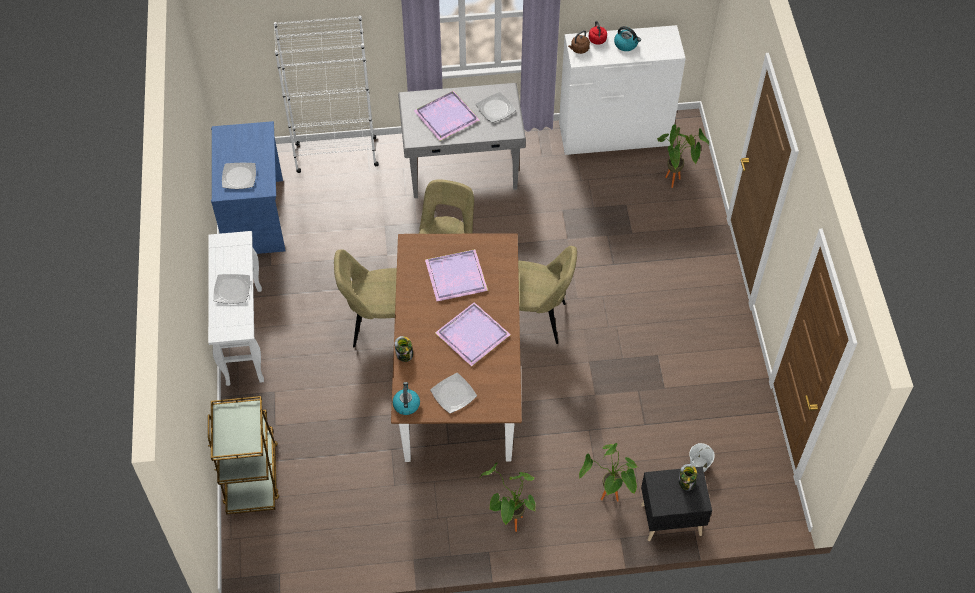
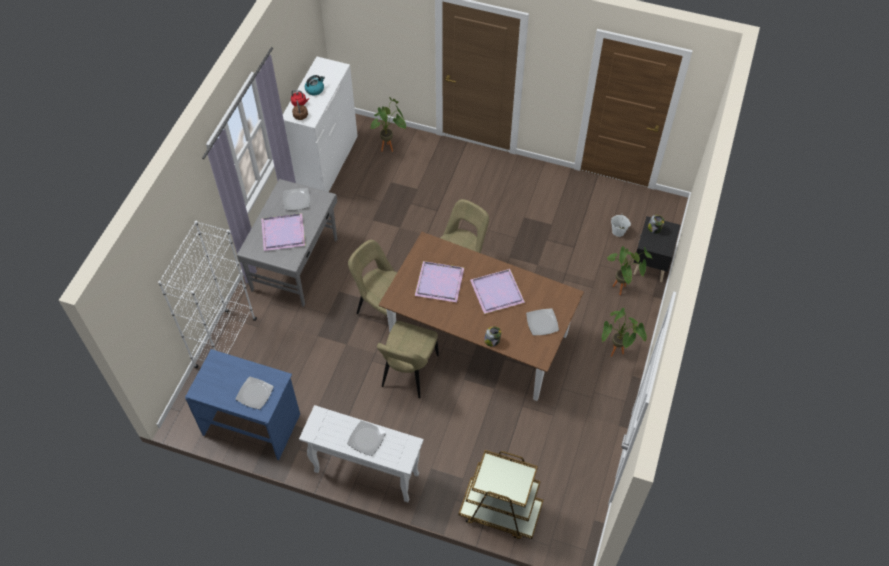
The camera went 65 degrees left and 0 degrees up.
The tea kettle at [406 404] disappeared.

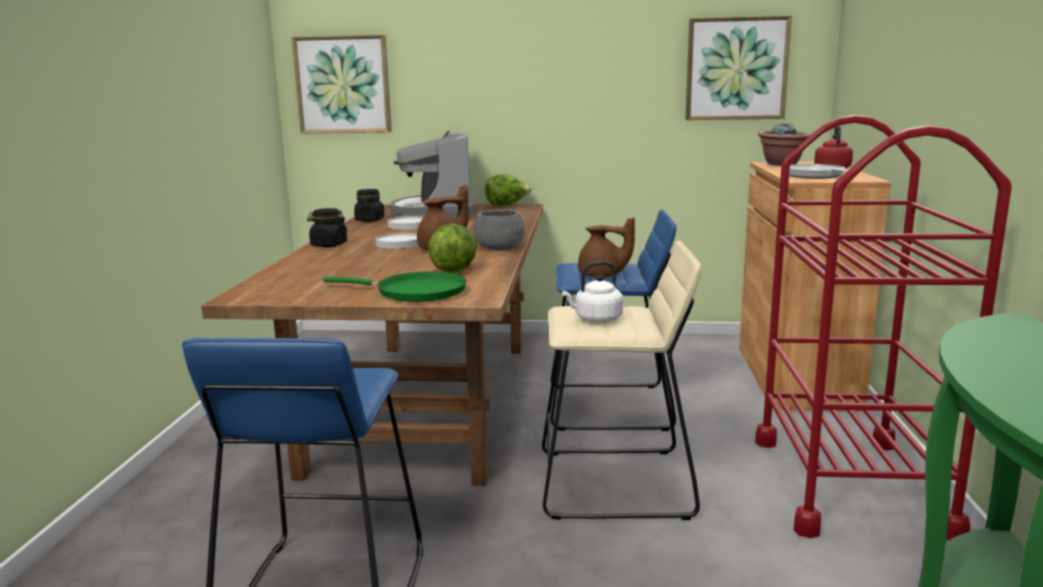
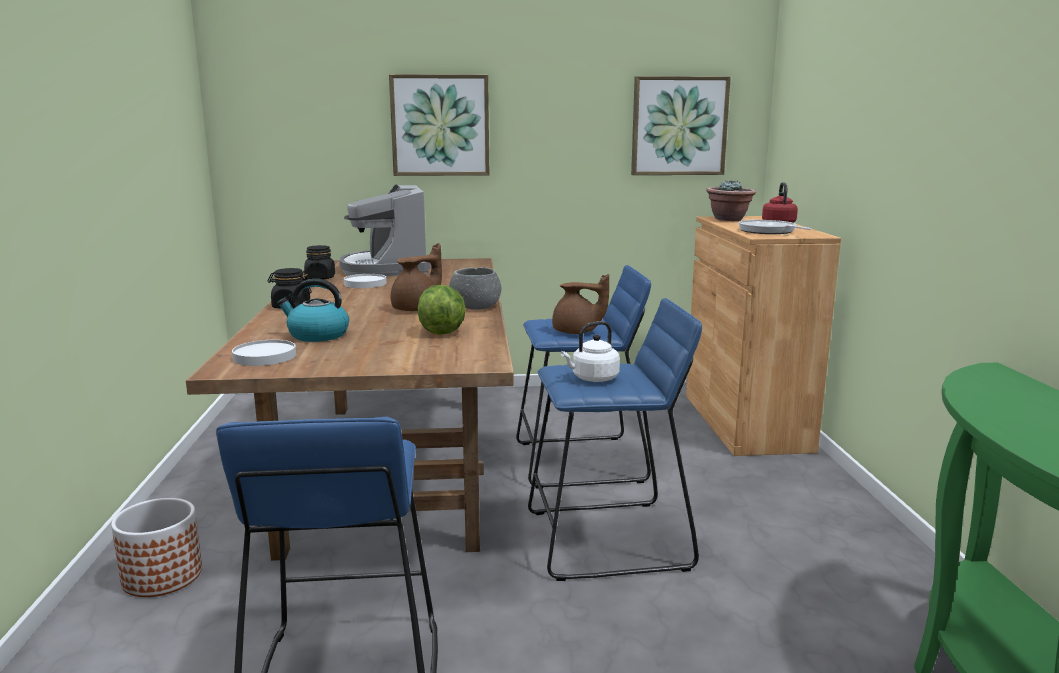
The camera went 10 degrees left and 0 degrees up.
The greenish skillet at [415 292] disappeared.
The lettuce at [507 205] disappeared.
The reddish cart at [849 484] disappeared.
The flower pot at [162 576] appeared.
The tea kettle at [317 335] appeared.
The wall picture moved from [343 85] to [440 125].
The white-coloured plate moved from [398 244] to [264 356].
The beige sitting stool at [615 484] became the blue-coloured sitting stool at [608 540].

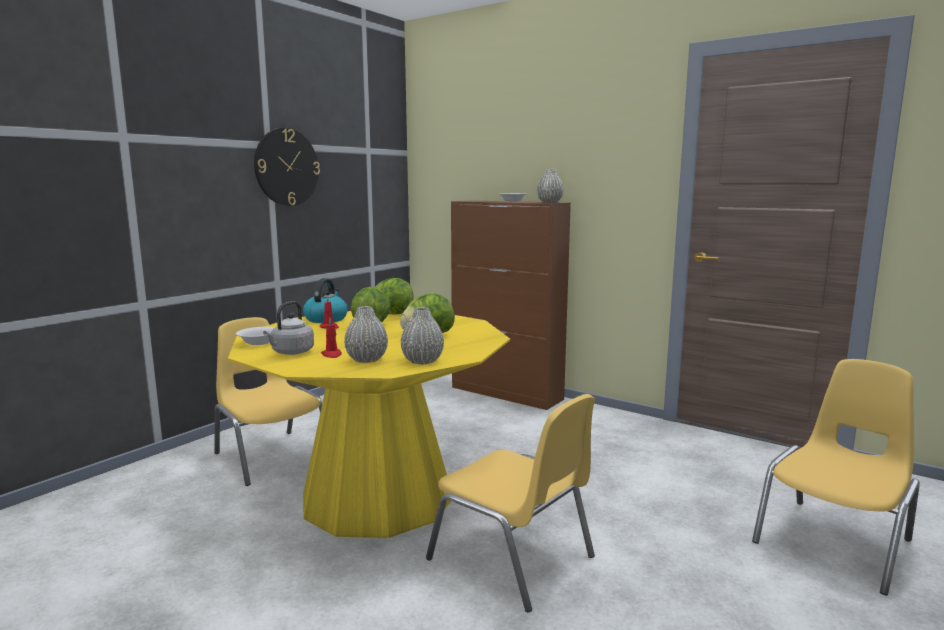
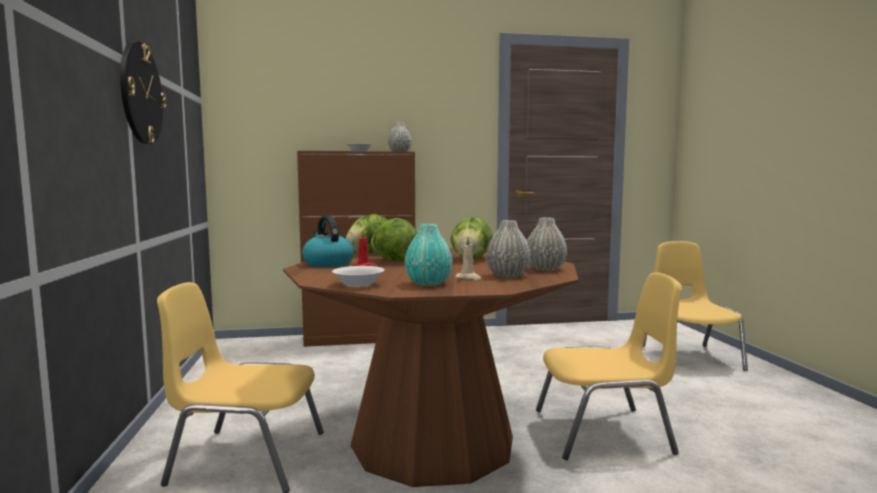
The camera went 45 degrees left and 5 degrees down.
The grey tea kettle at [291 352] was replaced by the turquoise vase at [428 283].
The yellowish kitchen table at [378 496] became the brown-coloured kitchen table at [433 441].
The reddish candle at [332 355] became the beige candle at [468 278].

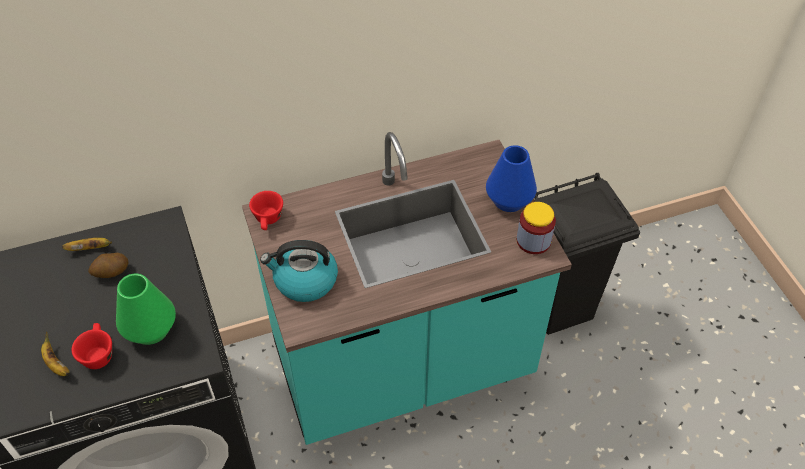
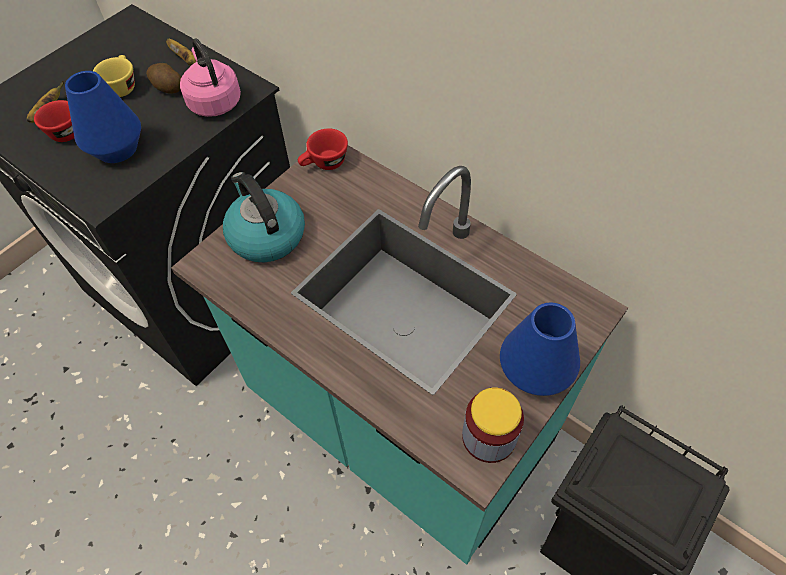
The camera went 60 degrees right and 5 degrees up.
The yellowish cup at [122 86] appeared.
The pink-coloured tea kettle at [214 101] appeared.
The greenish vase at [150 329] became the blue-coloured vase at [117 148].

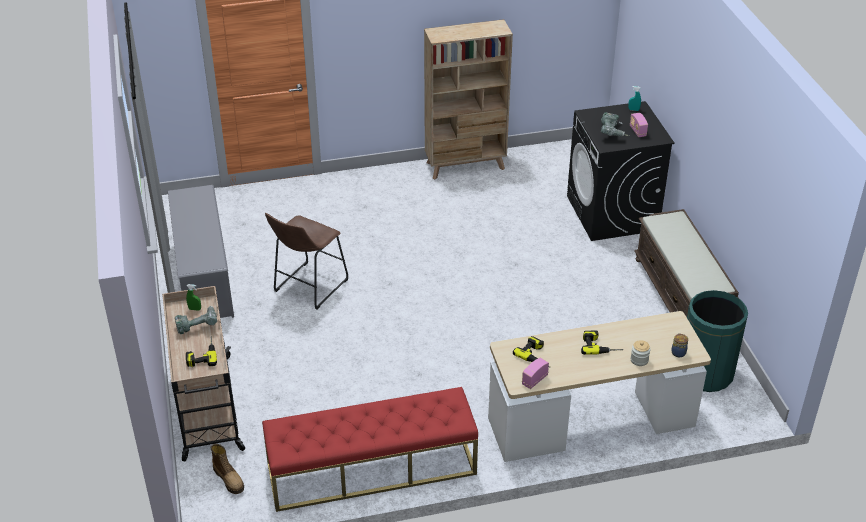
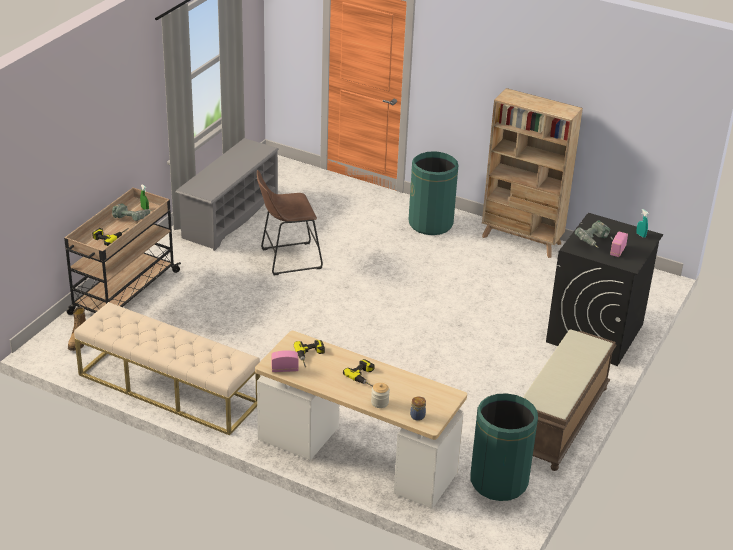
The camera went 40 degrees right and 5 degrees down.
The greenish rubbish bin at [430 223] appeared.
The reddish long seat at [371 469] became the beige long seat at [168 388].

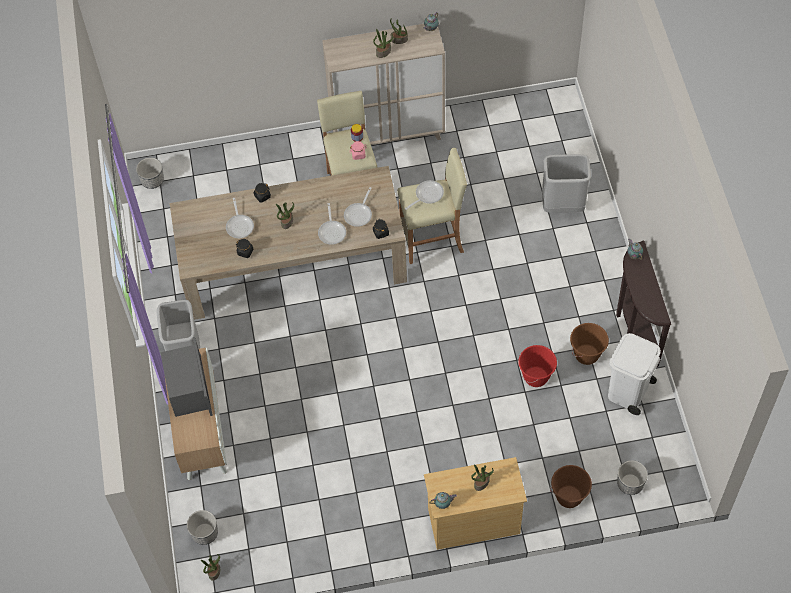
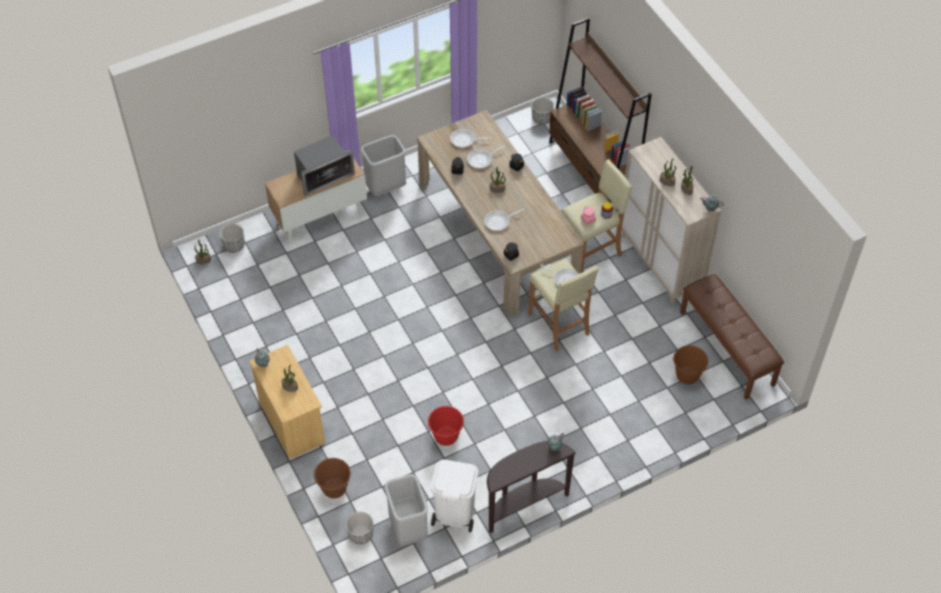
The camera went 70 degrees right and 5 degrees down.
The brown-coloured bookcase at [592 173] appeared.
The brown-coloured long seat at [727 348] appeared.
The skillet moved from [359 214] to [465 140].
The grey rubbish bin moved from [563 205] to [409 529].
The brown-coloured bucket moved from [587 354] to [687 375].

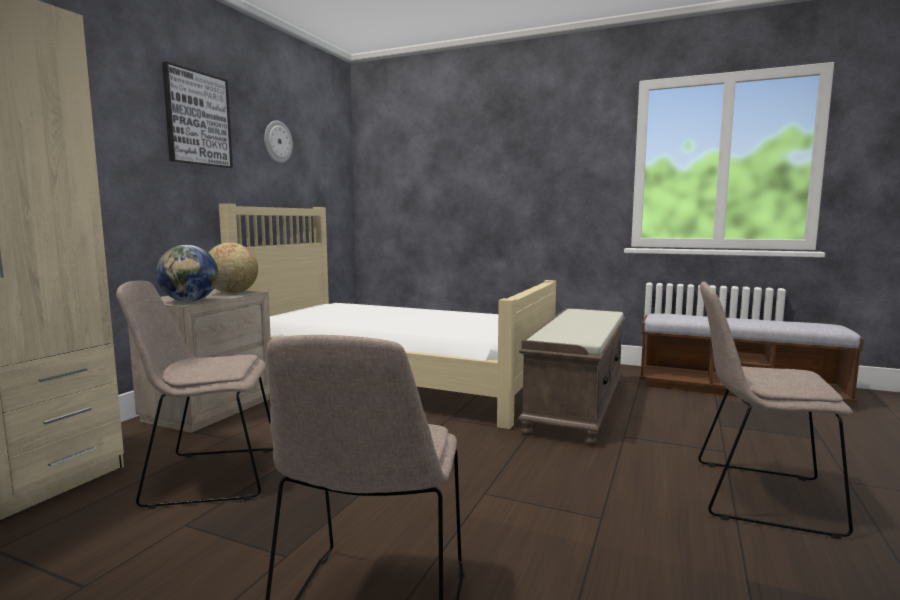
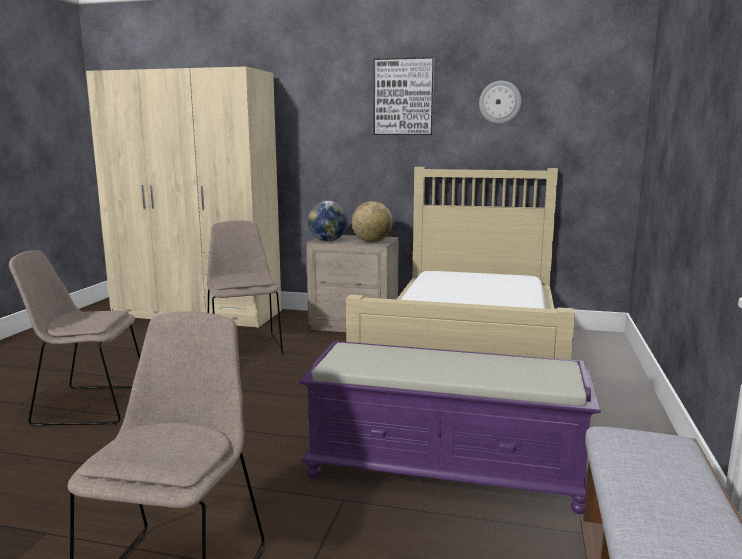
The camera went 80 degrees right and 5 degrees up.
The brown-coloured long seat at [576 404] became the purple-coloured long seat at [446 471].

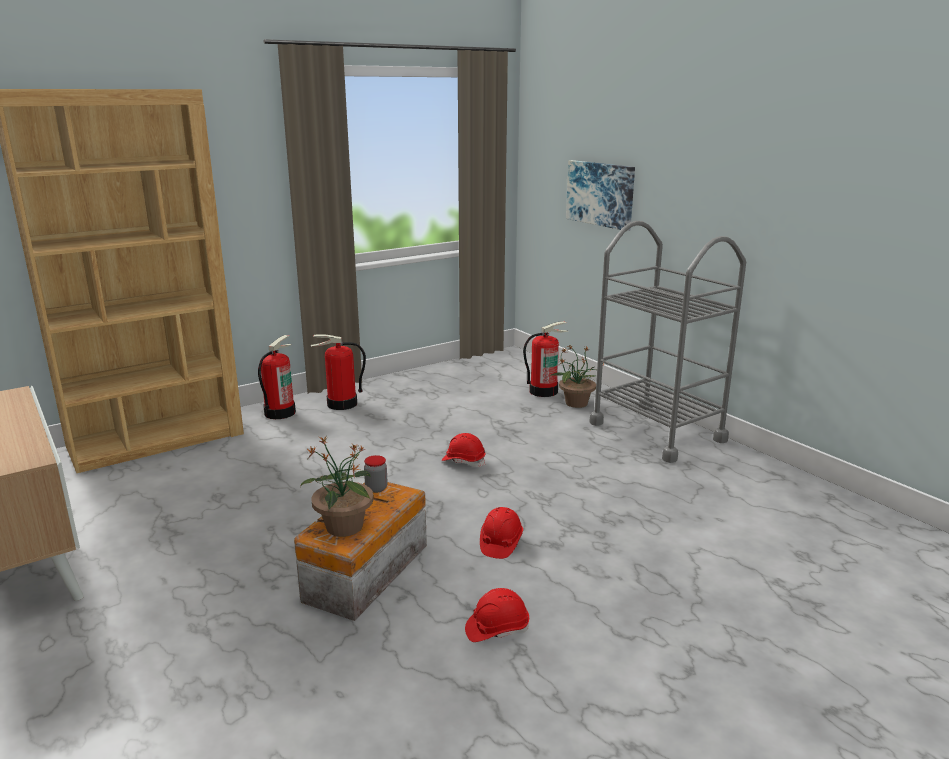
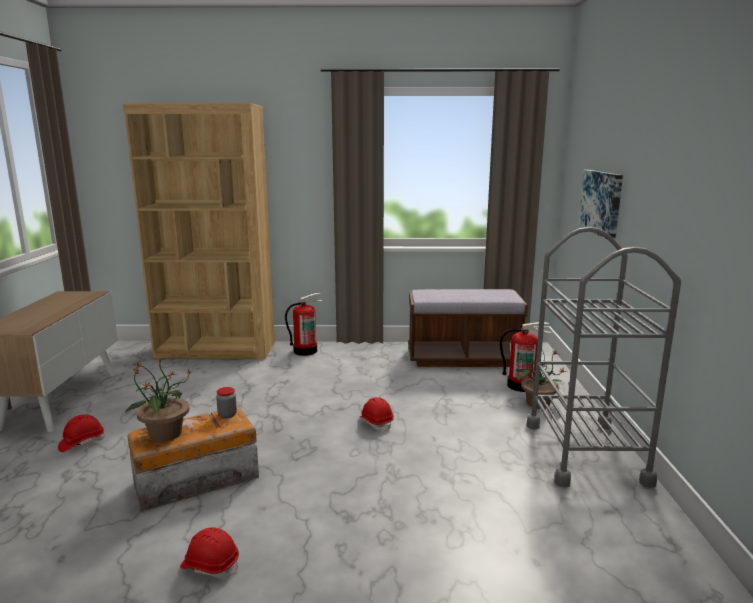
The camera went 35 degrees right and 5 degrees down.
The extinguisher at [342 404] disappeared.
The brown-coloured long seat at [463 358] appeared.
The reddish hard hat moved from [500 543] to [81 443].

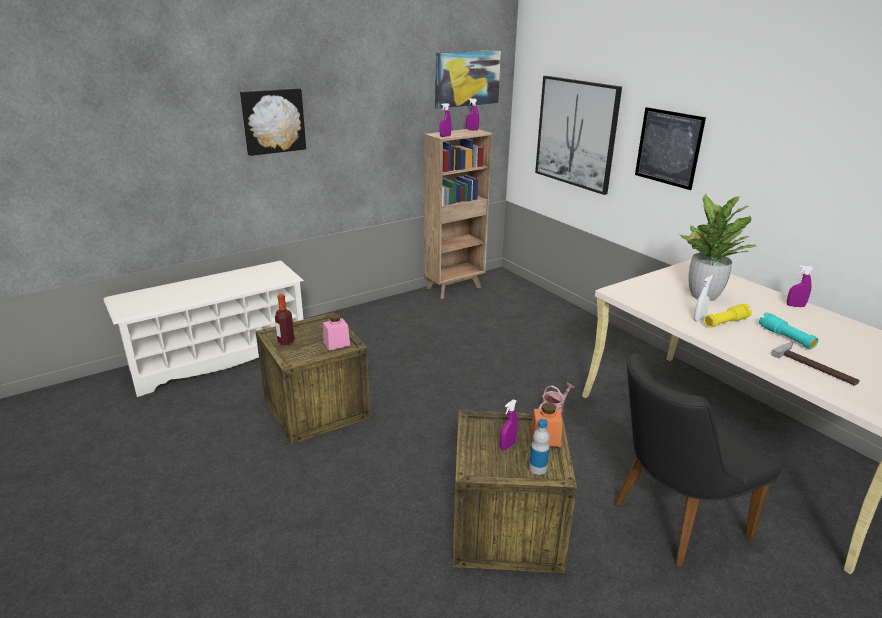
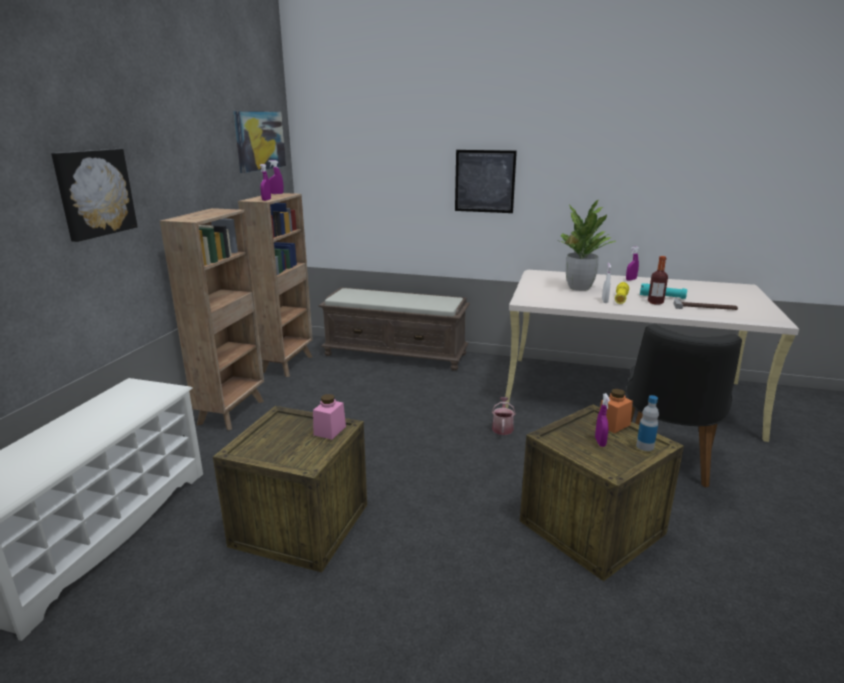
The camera went 40 degrees left and 5 degrees down.
The wall picture at [576 133] disappeared.
The brown-coloured bookcase at [232 411] appeared.
The brown-coloured long seat at [396 354] appeared.
The bottle moved from [286 342] to [655 302].

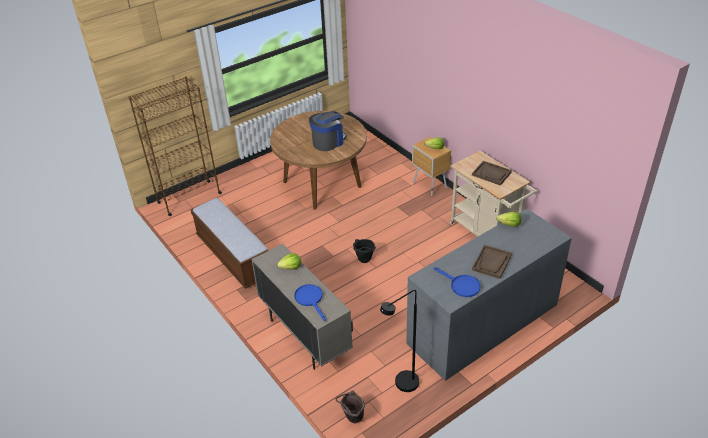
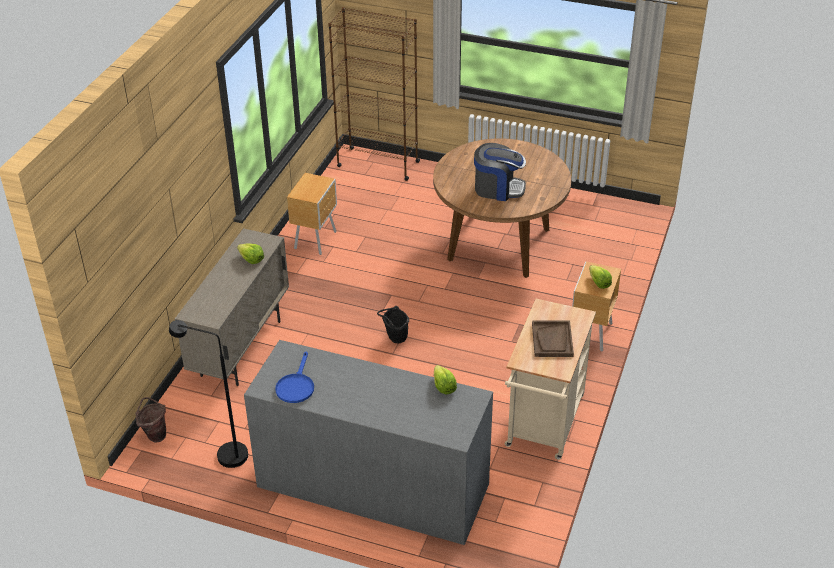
The camera went 55 degrees right and 0 degrees up.
The blue-coloured skillet at [310 299] disappeared.
The brown-coloured serving tray at [491 262] disappeared.
The long seat at [233 256] was replaced by the brown-coloured night table at [316 240].

